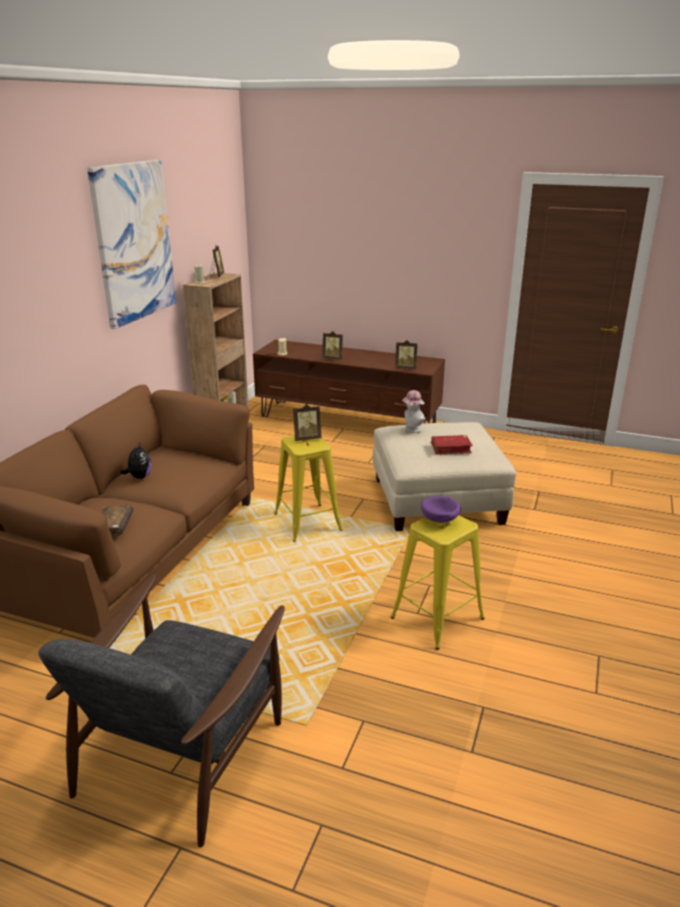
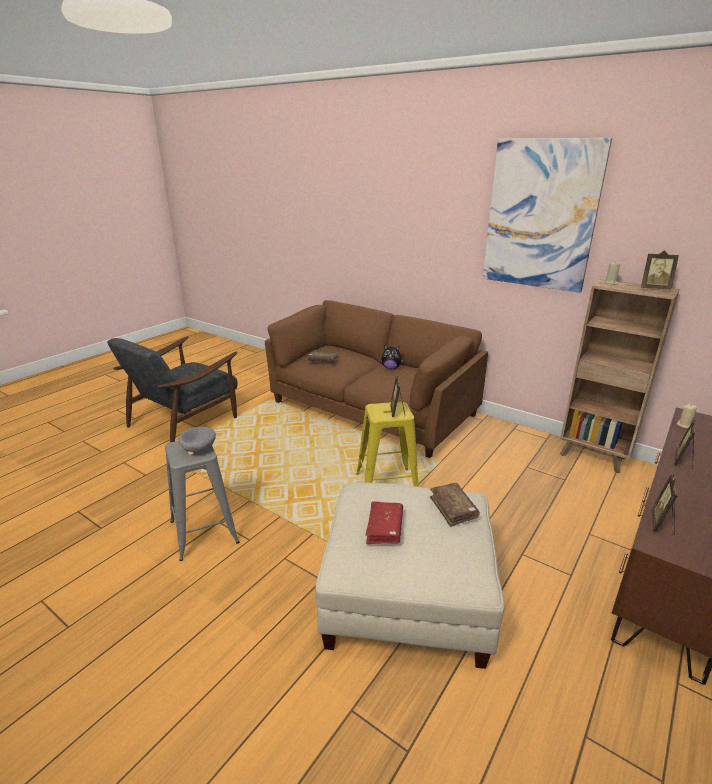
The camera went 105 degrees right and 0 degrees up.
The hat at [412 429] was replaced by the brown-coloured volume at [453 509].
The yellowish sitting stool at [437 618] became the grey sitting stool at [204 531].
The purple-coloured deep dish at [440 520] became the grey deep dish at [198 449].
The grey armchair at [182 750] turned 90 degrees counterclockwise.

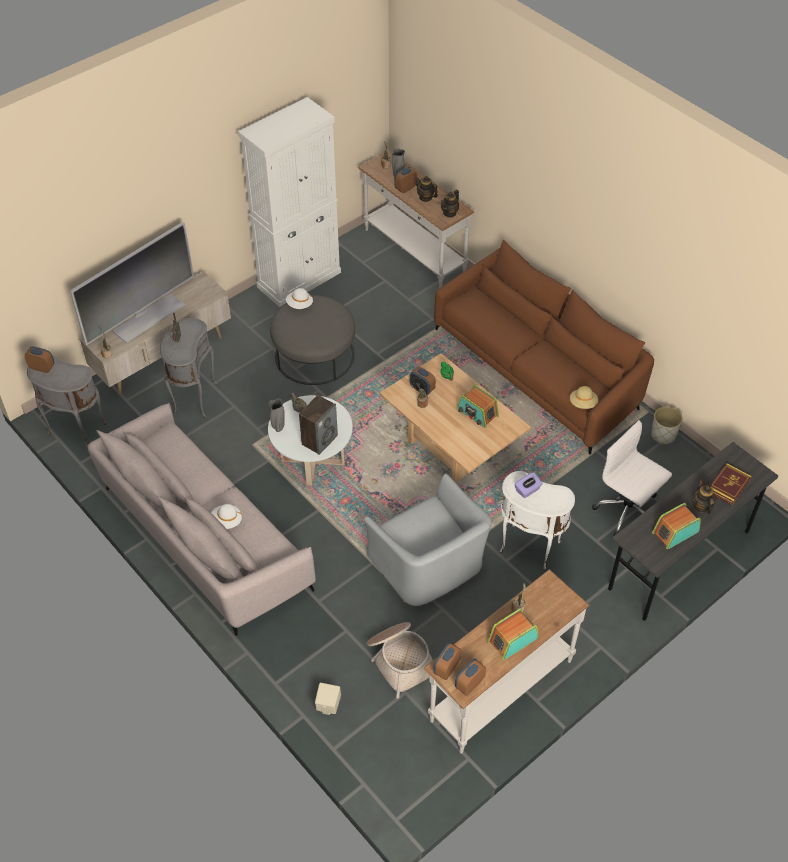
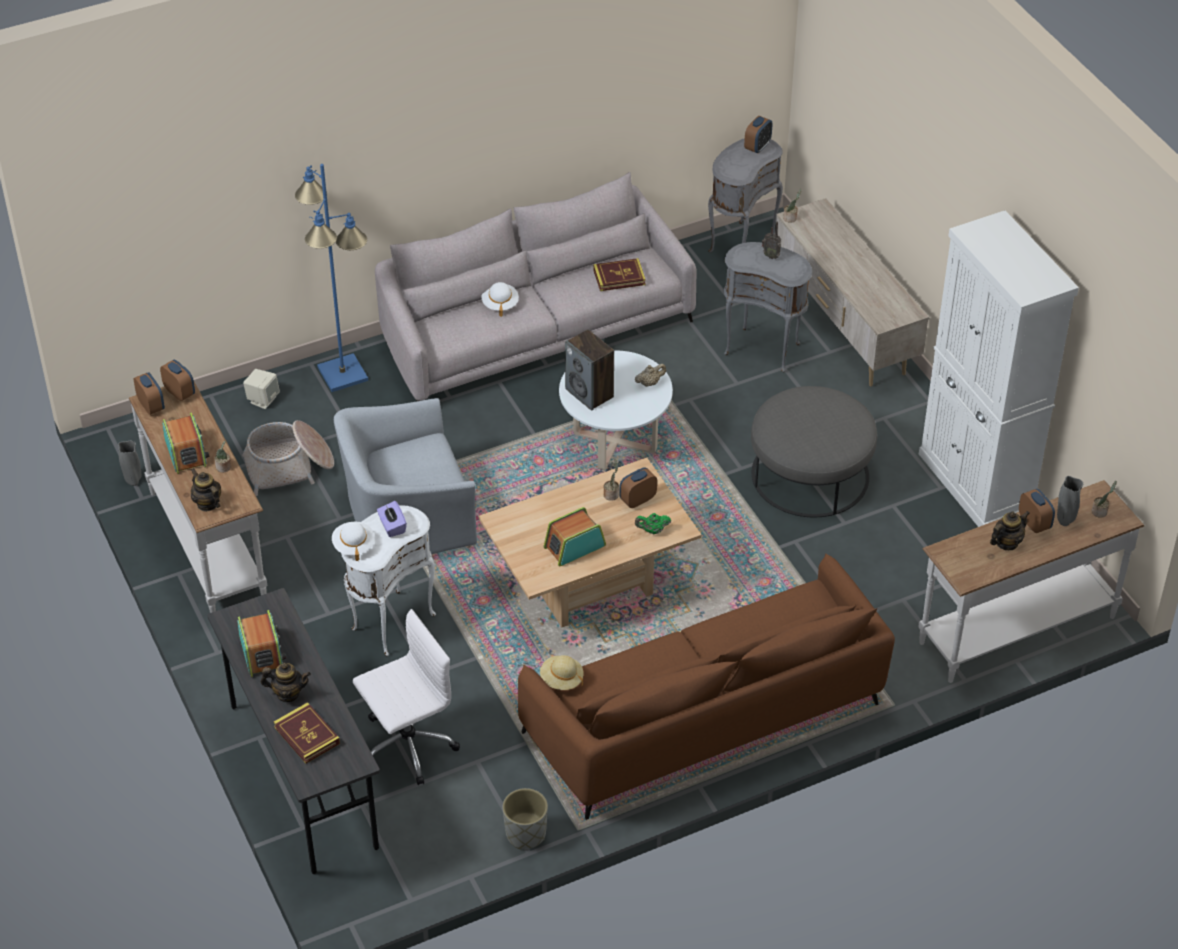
The camera went 105 degrees right and 5 degrees down.
The television at [147 317] disappeared.
The blue-coloured standing lamp at [343 373] appeared.
The volume at [619 277] appeared.
The grey vase moved from [278 427] to [133 481].
The white-coloured hat moved from [299 305] to [353 545].
The tea pot moved from [449 213] to [207 503].

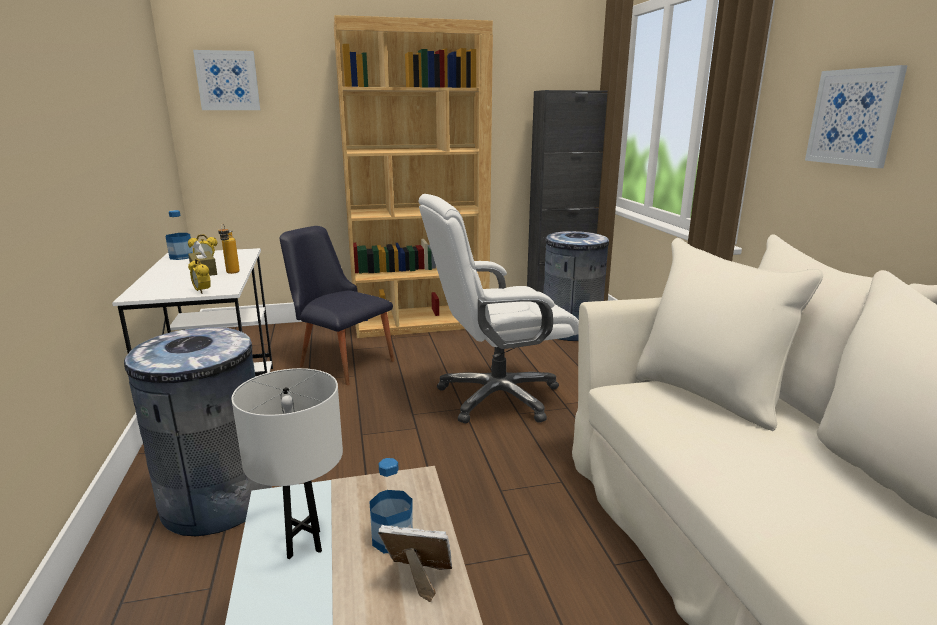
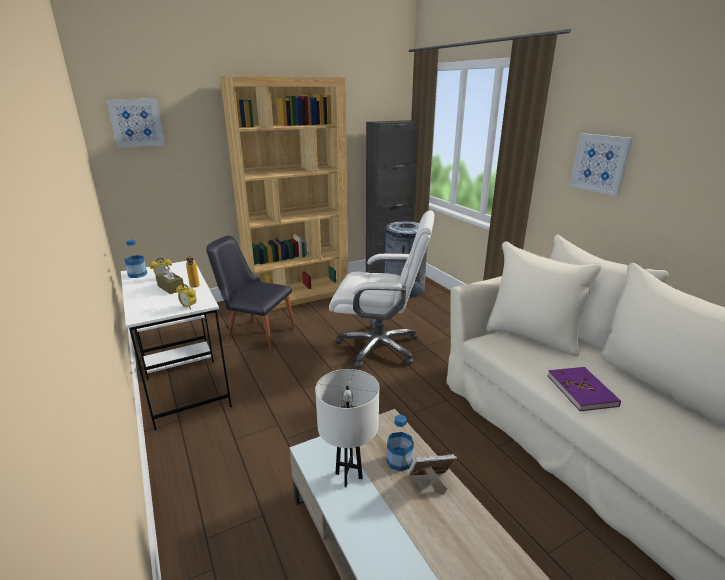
The camera went 15 degrees left and 5 degrees up.
The grey rubbish bin at [216 501] disappeared.
The purple-coloured volume at [581 390] appeared.
The white-coloured computer chair at [497 397] turned 135 degrees counterclockwise.

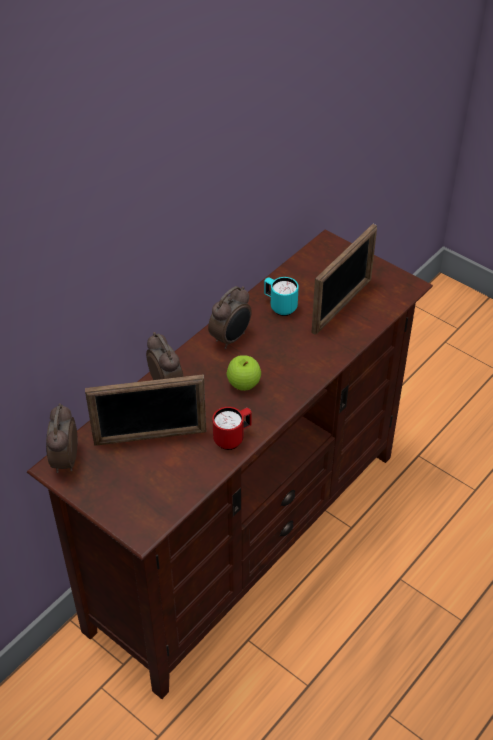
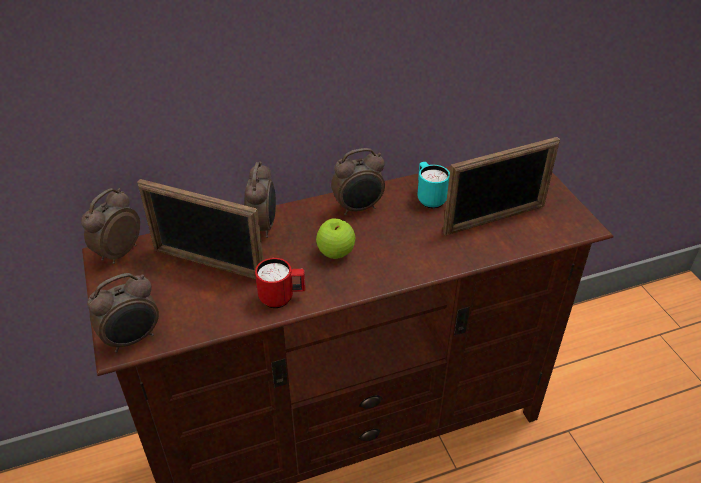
The camera went 30 degrees right and 5 degrees down.
The table clock at [133 339] appeared.

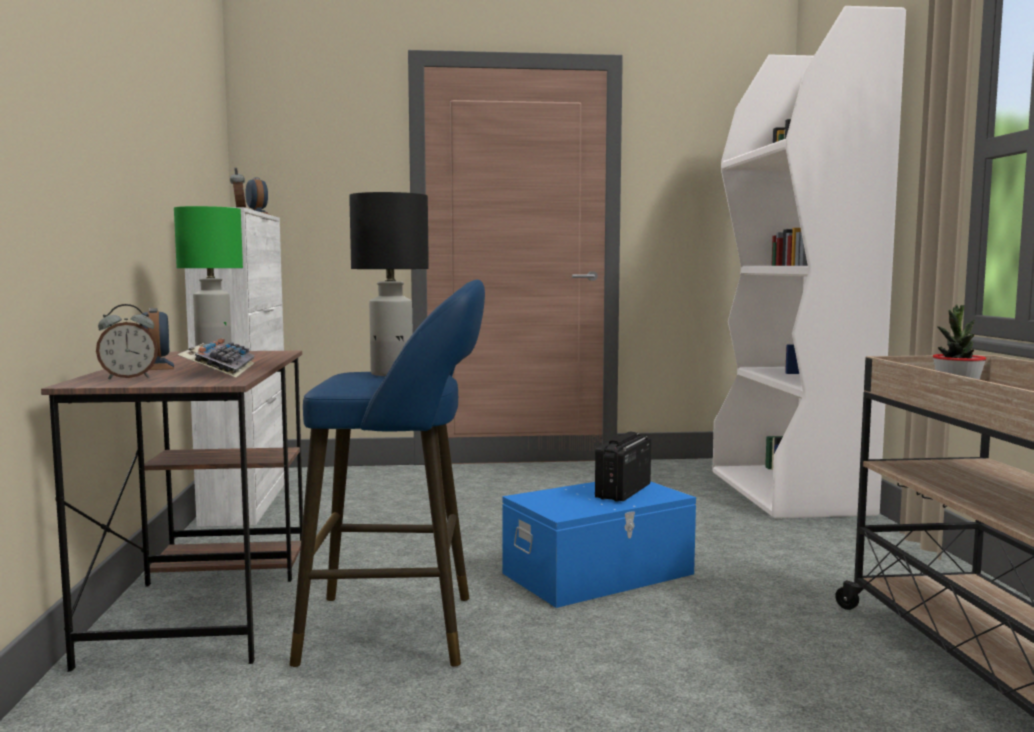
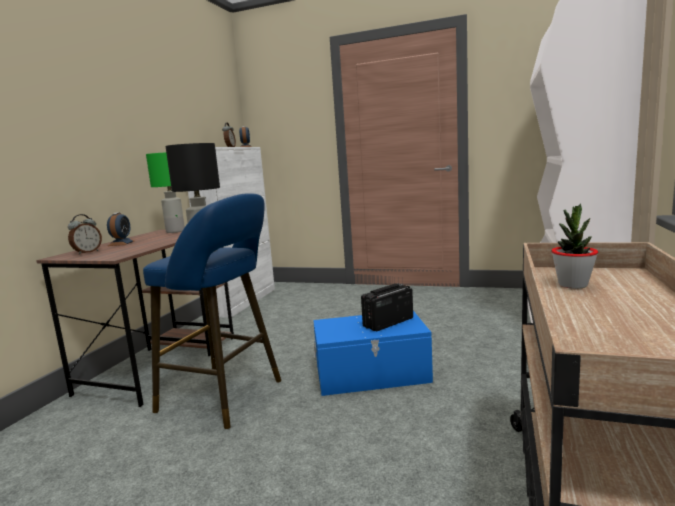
The camera went 25 degrees right and 5 degrees up.
The computer keyboard at [218 370] disappeared.
The table clock at [129 378] turned 60 degrees counterclockwise.

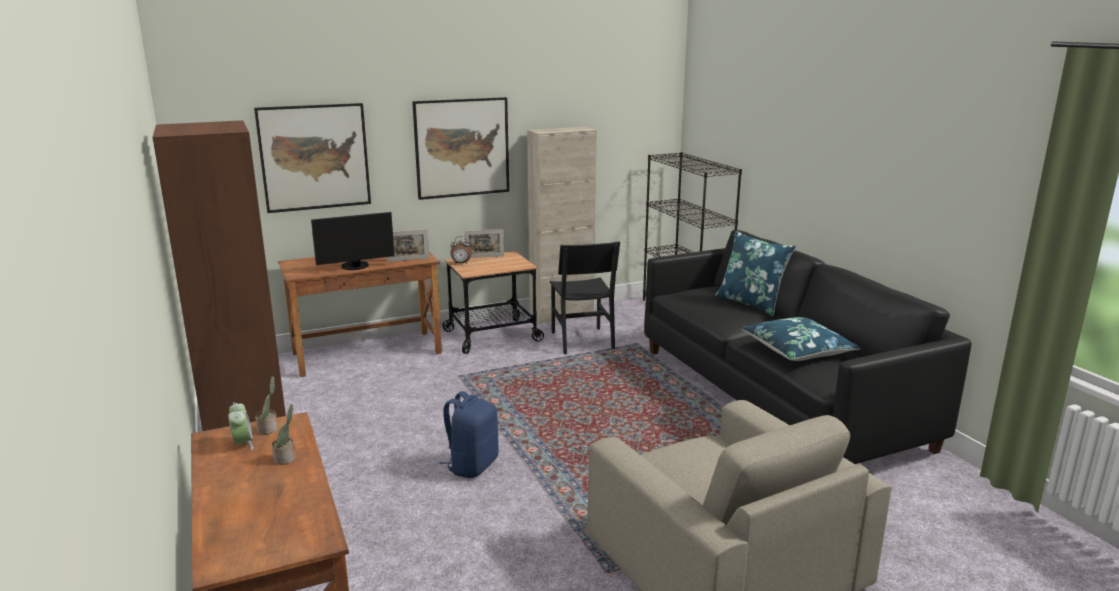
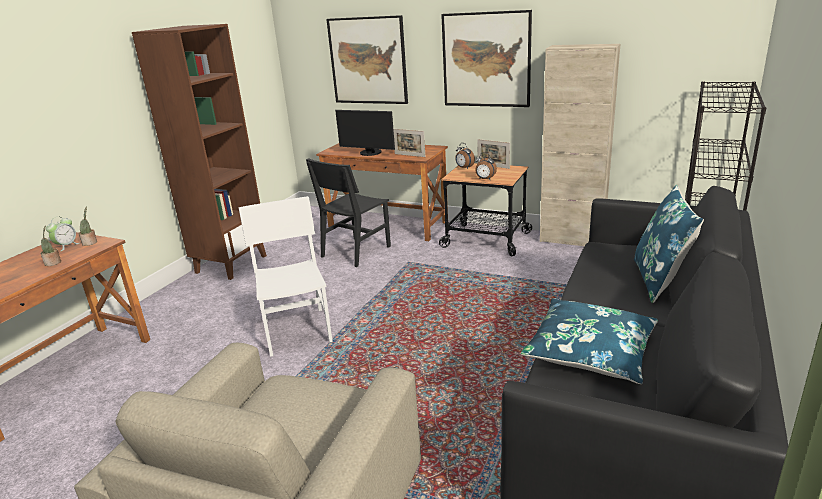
The camera went 50 degrees right and 5 degrees up.
The table clock at [485 179] appeared.
The blackish upright chair moved from [582 340] to [356 251].
The blue-coloured rucksack at [472 465] was replaced by the white-coloured upright chair at [297 331].

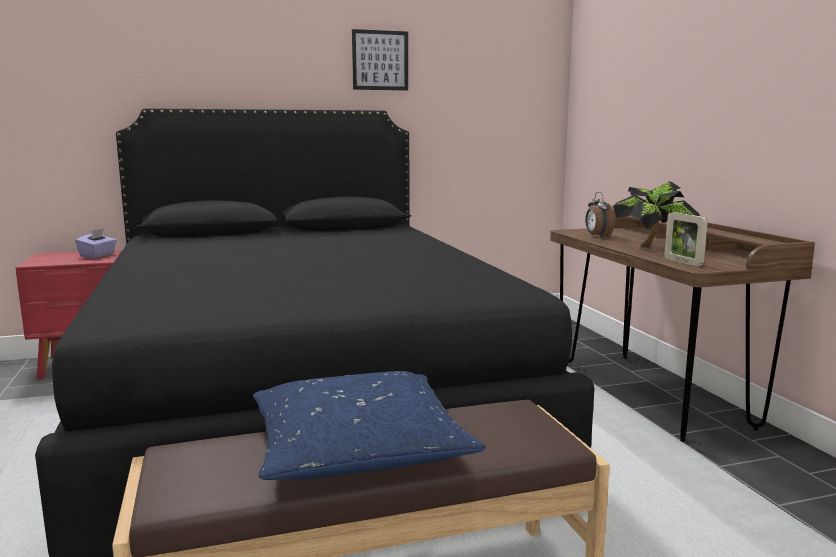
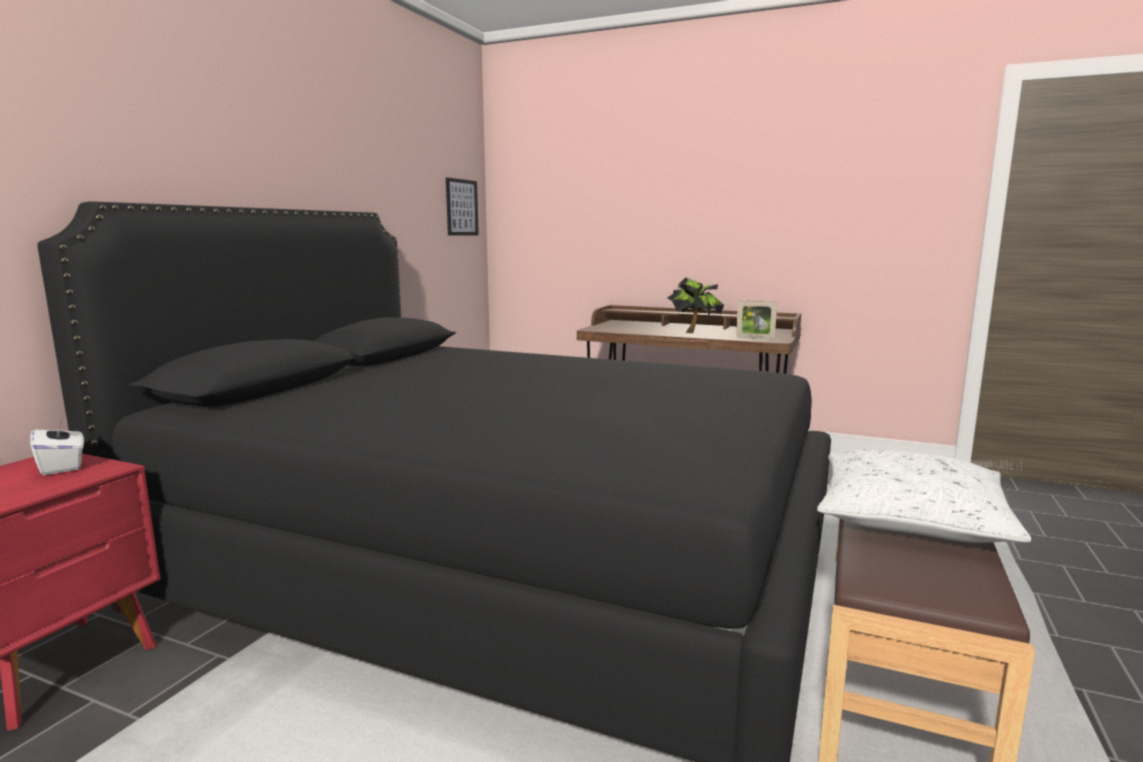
The camera went 50 degrees left and 0 degrees up.
The table clock at [597 236] disappeared.
The wall picture moved from [380 60] to [461 207].
The purple-coloured tissue holder at [98 255] became the white-coloured tissue holder at [62 466].
The blue-coloured cushion at [357 448] became the white-coloured cushion at [911 517].

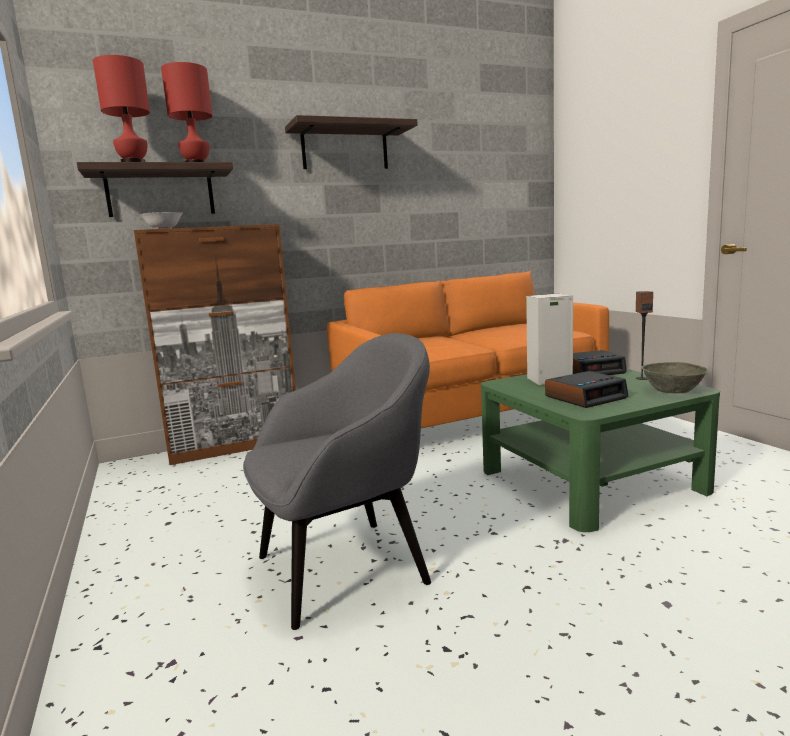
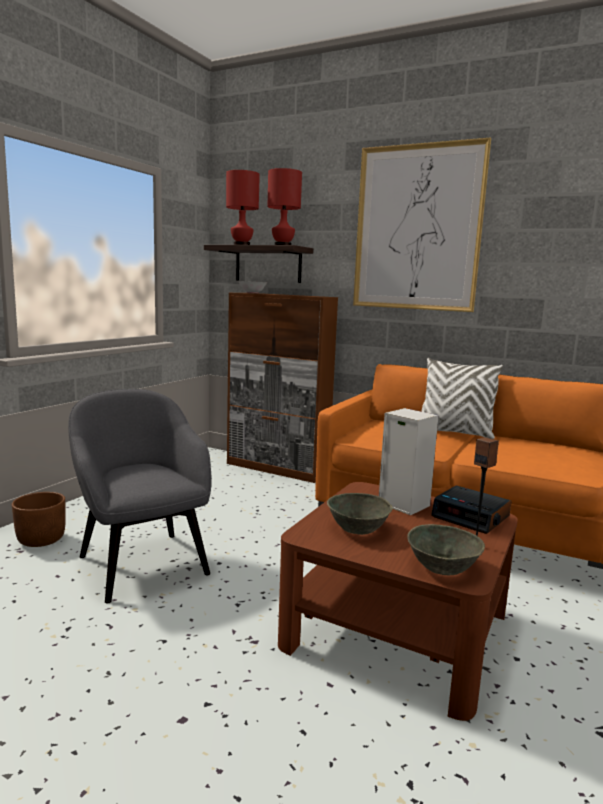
The camera went 50 degrees right and 0 degrees up.
The brown-coloured flower pot at [41 540] appeared.
The white-coloured cushion at [455 433] appeared.
The shelf at [345 148] was replaced by the wall picture at [417 228].
The table clock at [585 397] was replaced by the grey deep dish at [359 528].
The greenish lounge table at [590 480] became the brown-coloured lounge table at [398 628].
The grey armchair at [345 567] turned 150 degrees counterclockwise.

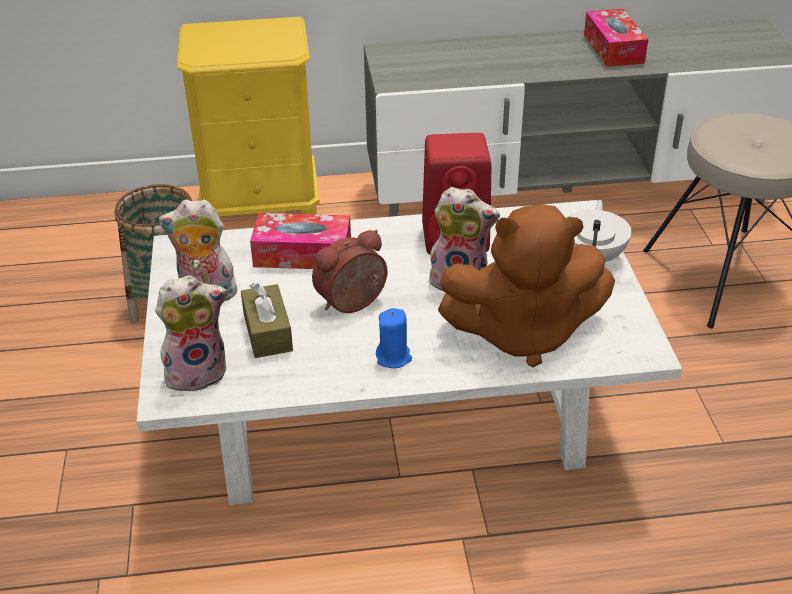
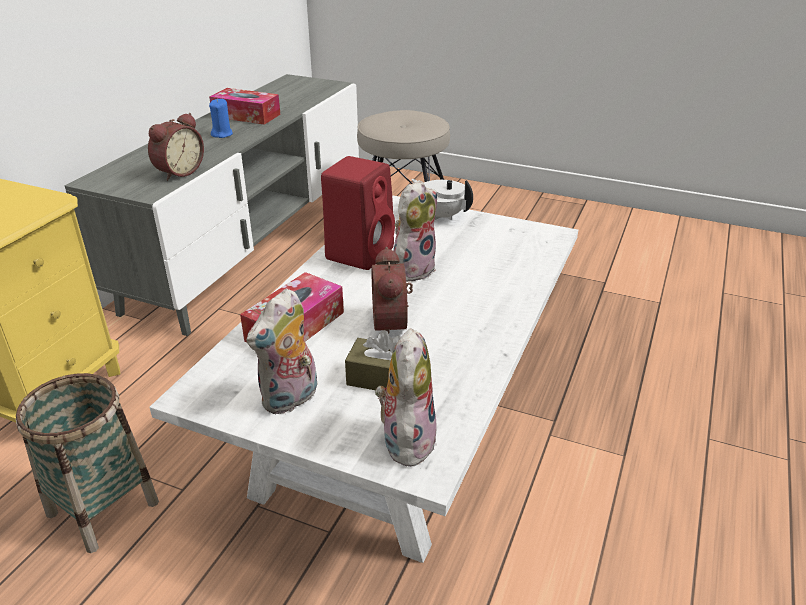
The camera went 60 degrees left and 5 degrees down.
The brown-coloured plush toy at [523 333] disappeared.
The table clock at [178 172] appeared.
The blue-coloured candle moved from [393 357] to [222 134].

